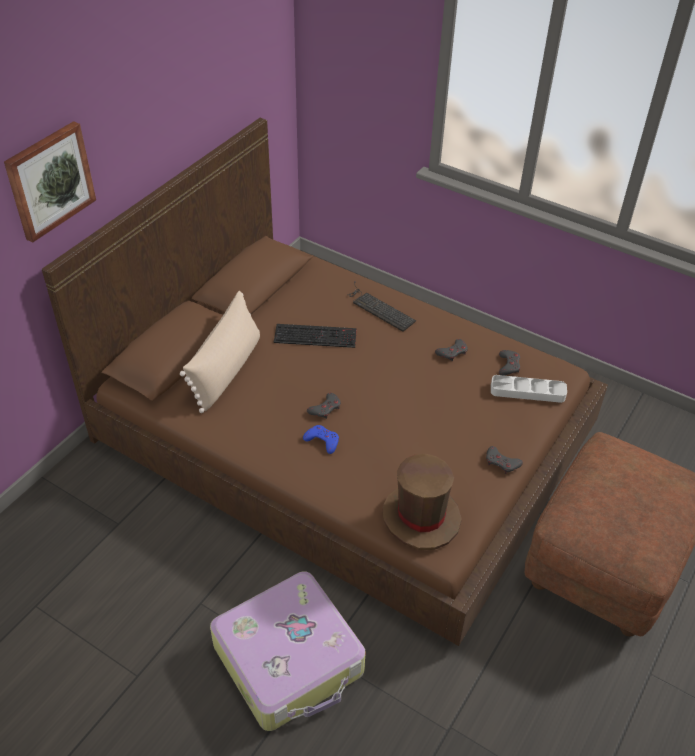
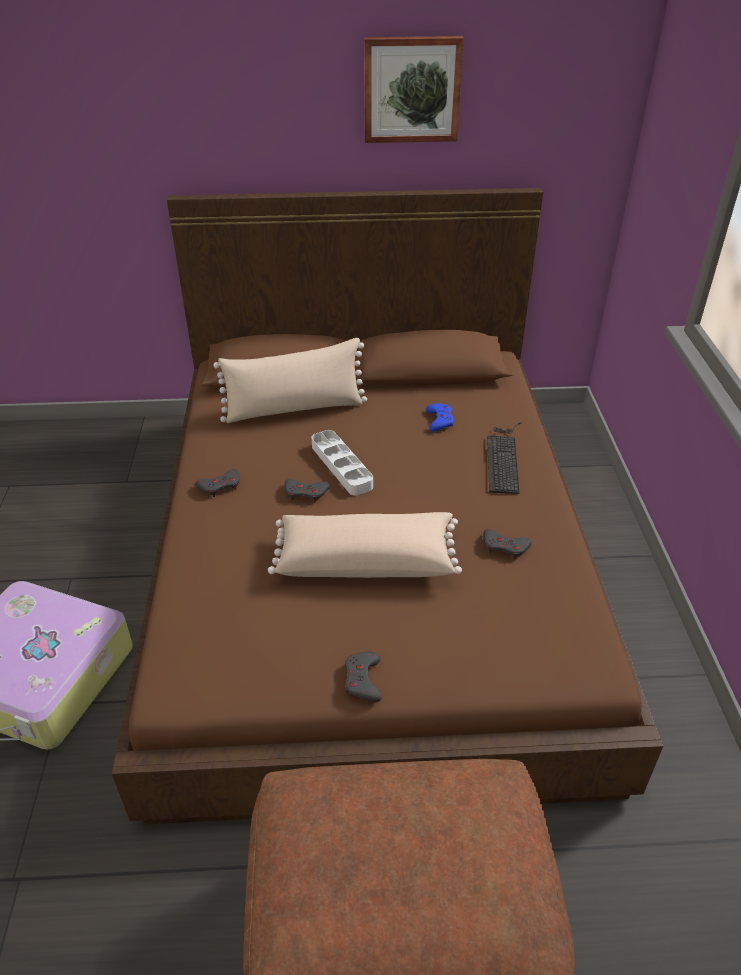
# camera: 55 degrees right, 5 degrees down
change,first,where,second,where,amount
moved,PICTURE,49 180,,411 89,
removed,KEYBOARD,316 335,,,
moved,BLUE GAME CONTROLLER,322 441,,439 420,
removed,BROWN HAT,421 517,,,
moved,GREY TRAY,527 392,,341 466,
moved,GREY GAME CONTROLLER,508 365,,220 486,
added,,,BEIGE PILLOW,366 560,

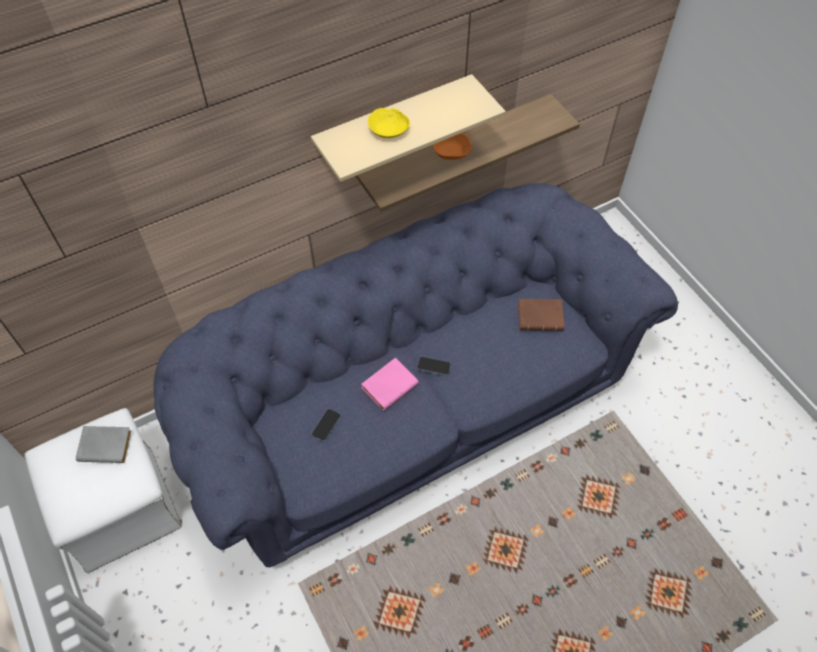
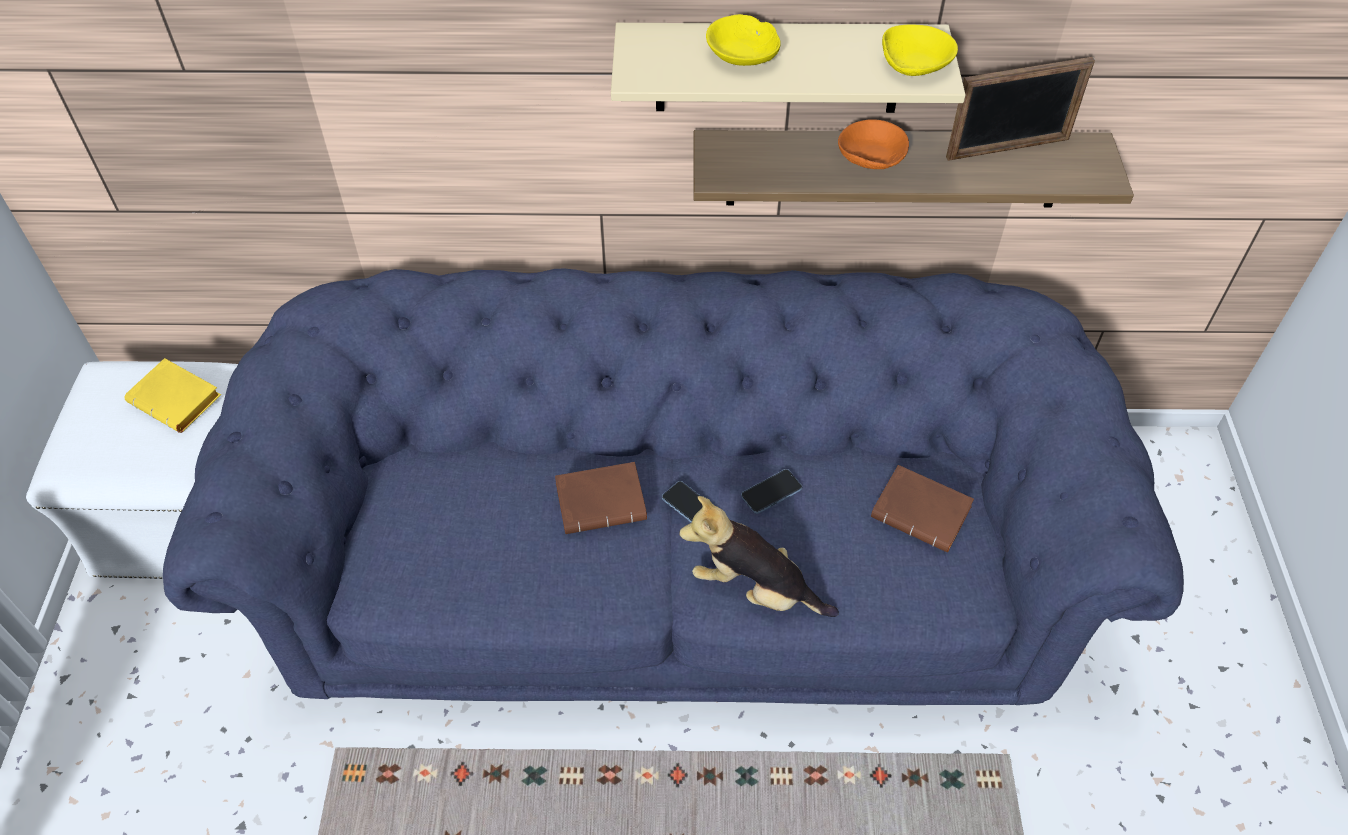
# camera: 30 degrees right, 5 degrees down
change,first,where,second,where,amount
recoloured,GREY BOOK,107 445,YELLOW BOOK,179 400,
moved,PHONE,326 425,,771 492,
recoloured,PINK BOOK,389 384,BROWN BOOK,603 501,
added,,,PLUSH TOY,754 589,
added,,,YELLOW BOWL,914 64,
added,,,PICTURE FRAME,1008 149,

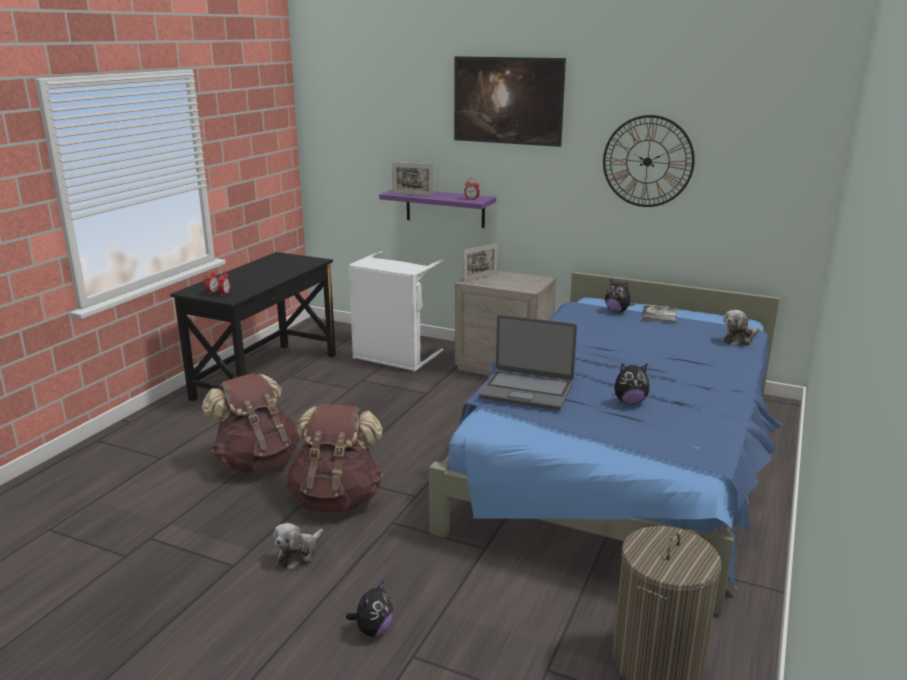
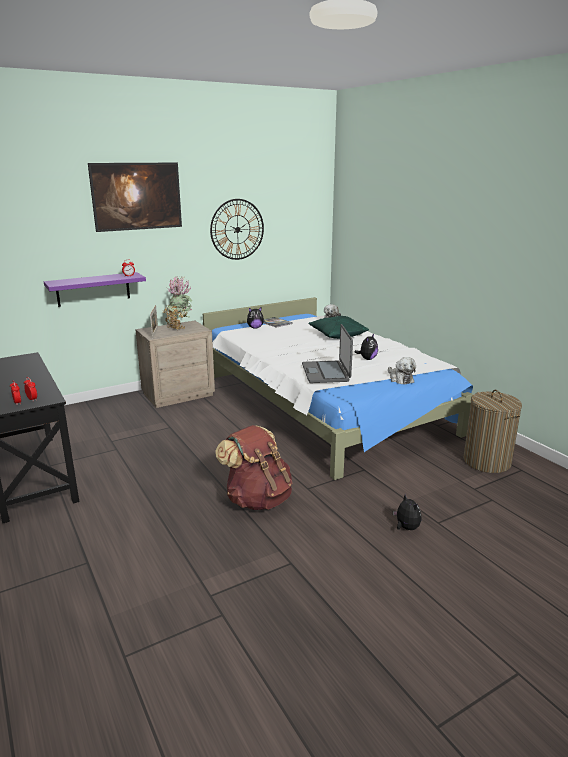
# camera: 55 degrees left, 0 degrees up
change,first,where,second,where,amount
removed,BROWN BACKPACK,257 462,,,
moved,PLUSH TOY,299 554,,400 379,
removed,WHITE LAUNDRY BASKET,393 358,,,
removed,PICTURE FRAME,413 194,,,
recoloured,BLUE BED,622 456,WHITE BED,323 404,
turned,LAPTOP,526 391,,326 373,120 degrees clockwise
added,,,POTTED PLANT,178 327,
added,,,GREEN PILLOW,337 335,

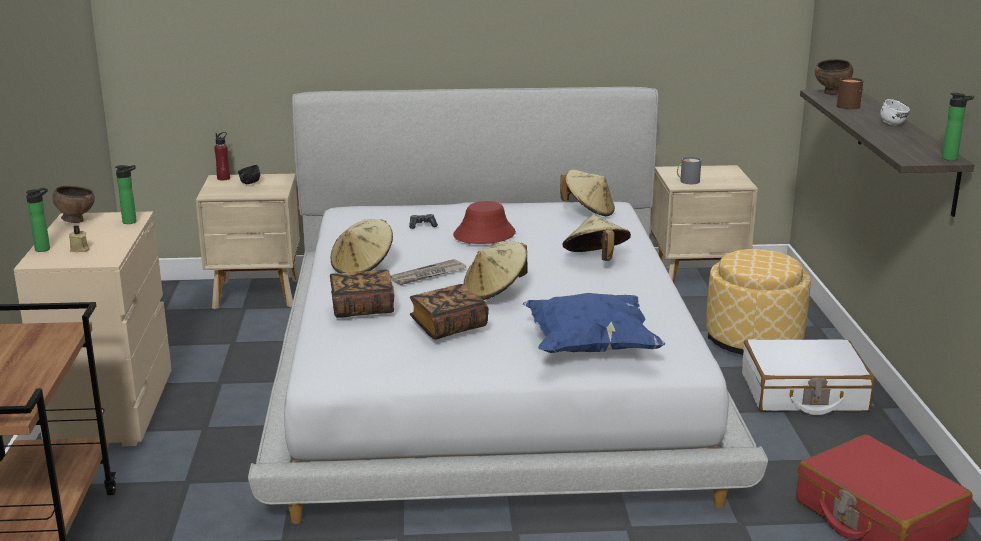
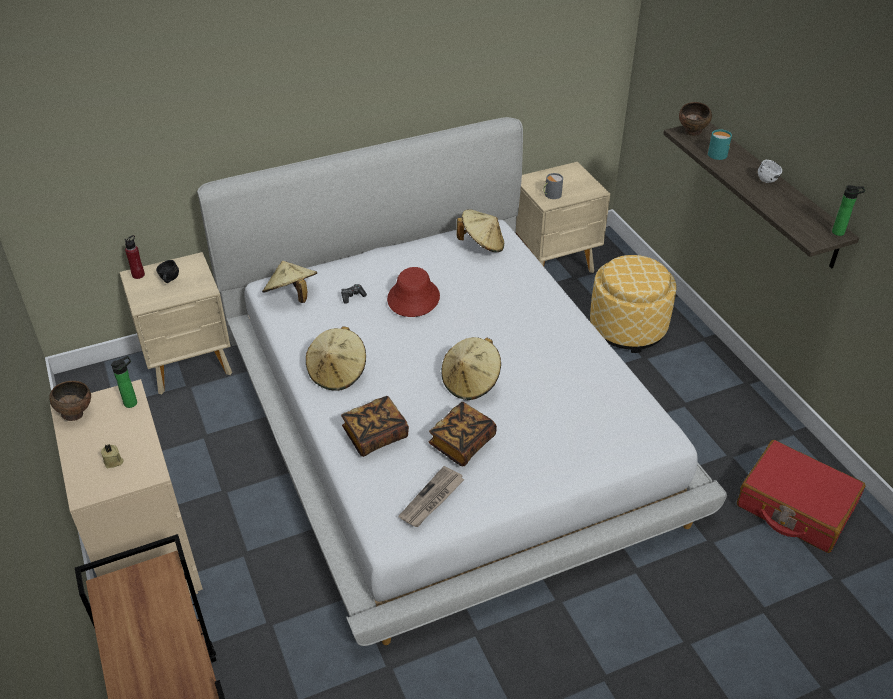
# camera: 20 degrees left, 20 degrees up
change,first,where,second,where,amount
removed,BOTTLE,44 248,,,
moved,NEWSPAPER,428 275,,432 499,
removed,BLUE PILLOW,590 348,,,
moved,BEIGE HAT,595 260,,292 296,
removed,WHITE SUITCASE,803 393,,,
recoloured,BROWN MUG,849 106,TURQUOISE MUG,718 153,

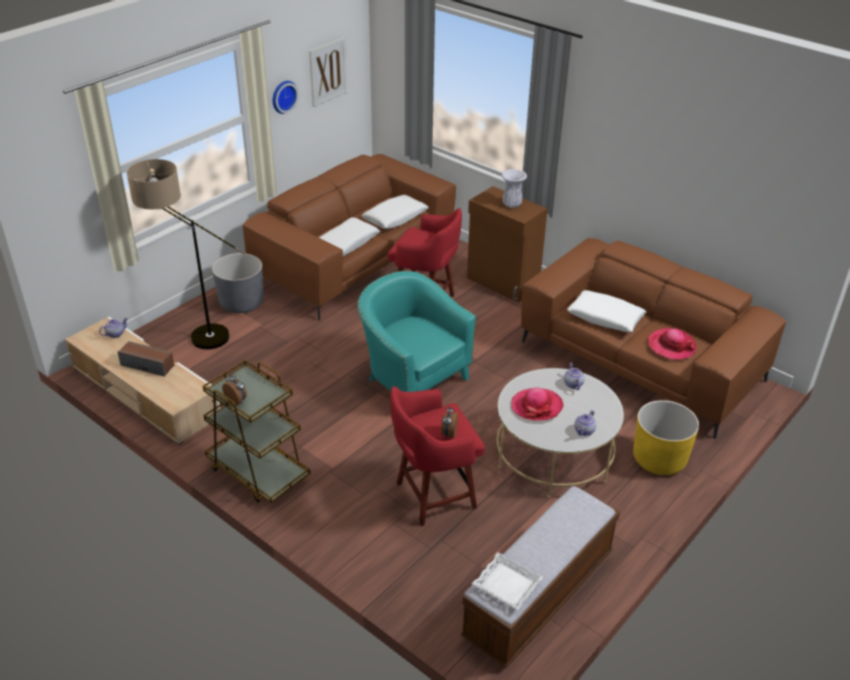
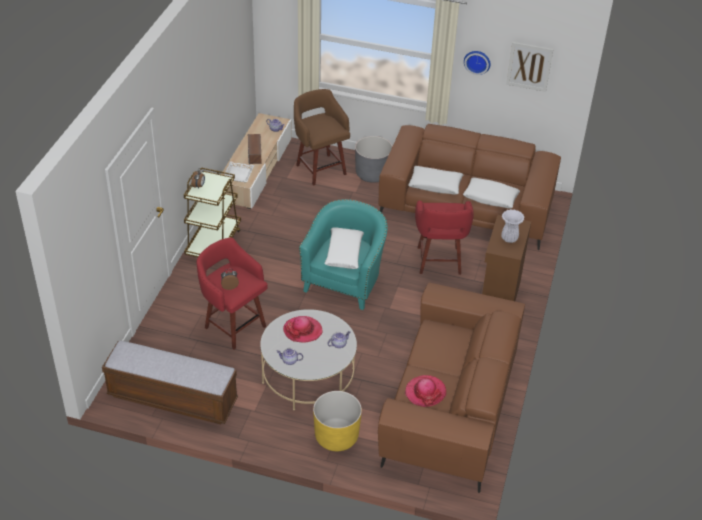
# camera: 65 degrees right, 5 degrees up
change,first,where,second,where,amount
replaced,FLOOR LAMP,194 338,BROWN STOOL,320 168,
moved,WHITE TRAY,507 584,,238 174,
moved,WHITE PILLOW,605 318,,344 253,

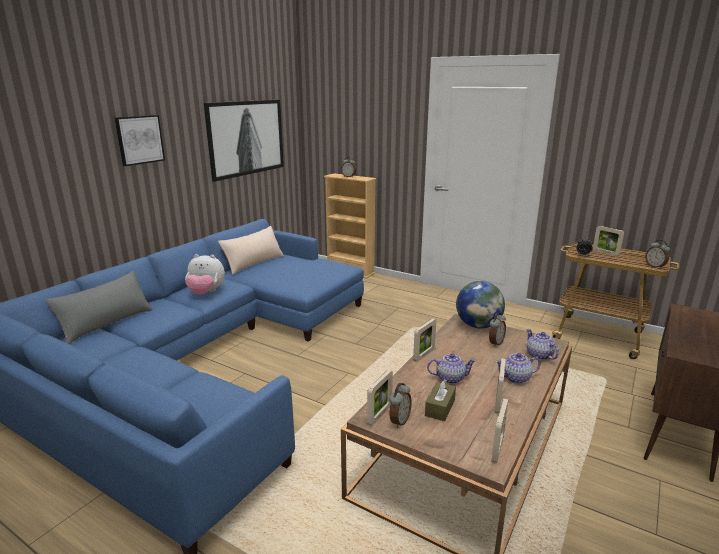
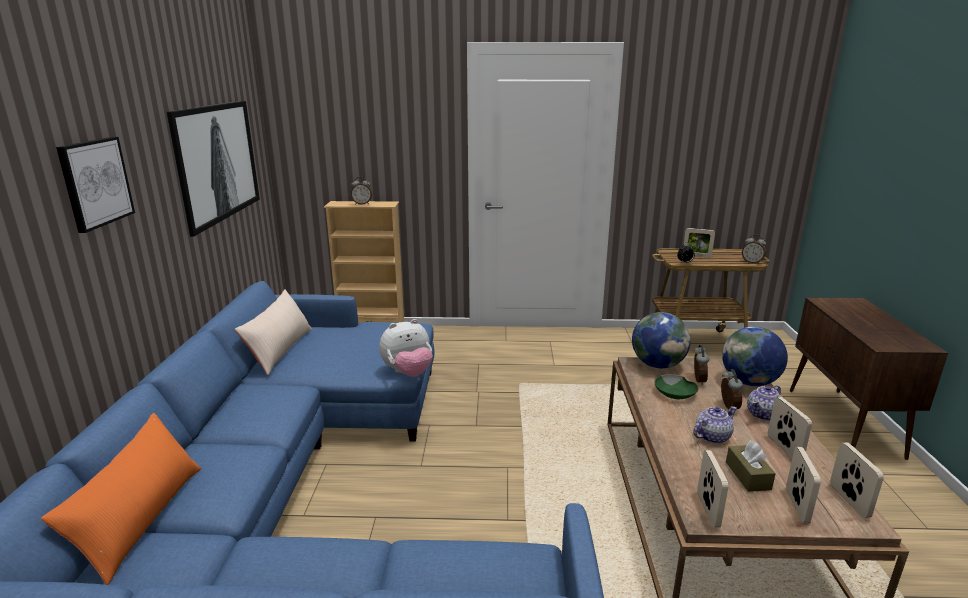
# camera: 30 degrees left, 0 degrees up
change,first,where,second,where,amount
recoloured,GREY PILLOW,106 323,ORANGE PILLOW,141 519,
moved,PLUSH TOY,206 293,,408 373,
moved,ALARM CLOCK,399 421,,727 407,
moved,PICTURE FRAME,424 355,,797 505,
replaced,TEAPOT,539 355,GLOBE,749 382,
added,,,GREEN BOWL,675 393,

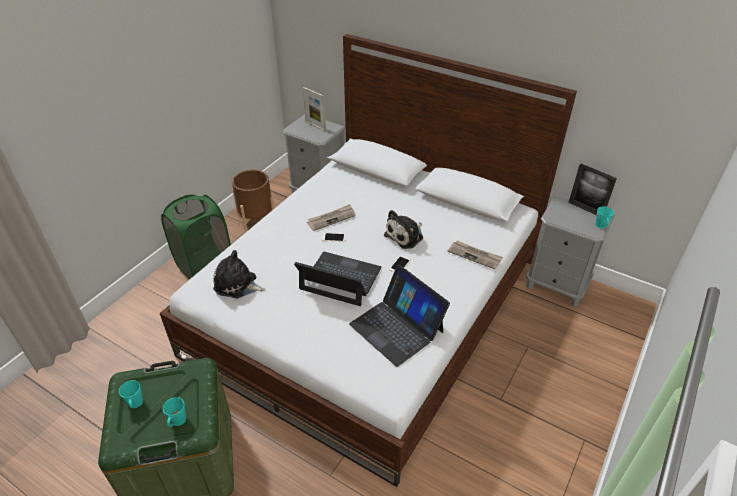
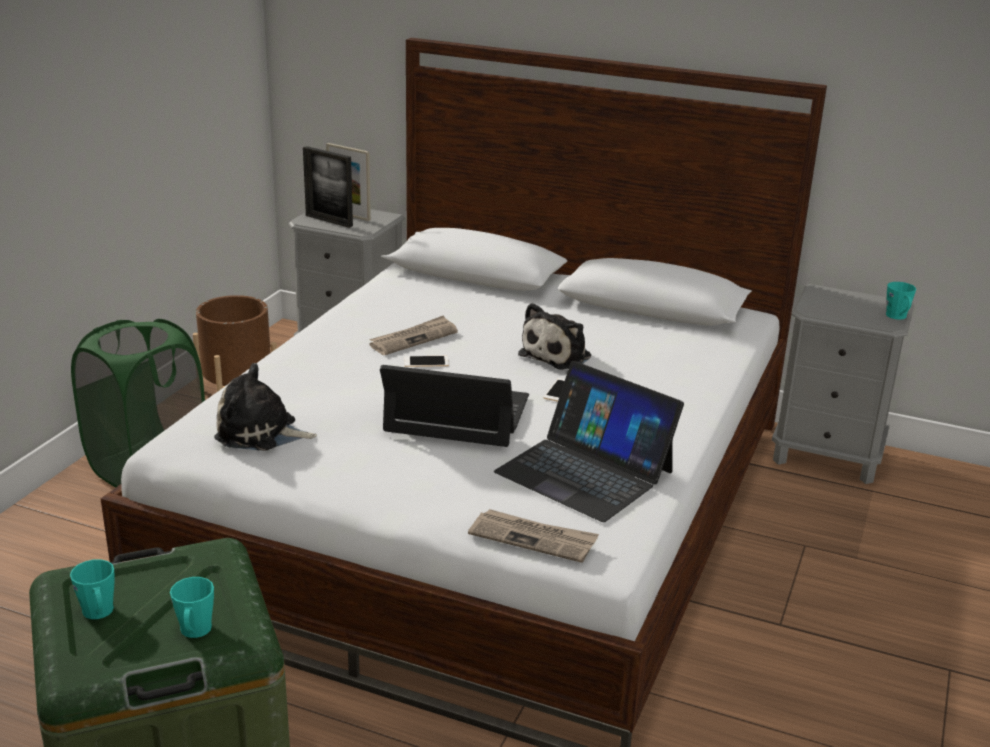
# camera: 10 degrees left, 15 degrees down
change,first,where,second,where,amount
moved,NEWSPAPER,475 255,,533 538,
moved,PICTURE FRAME,585 209,,329 221,

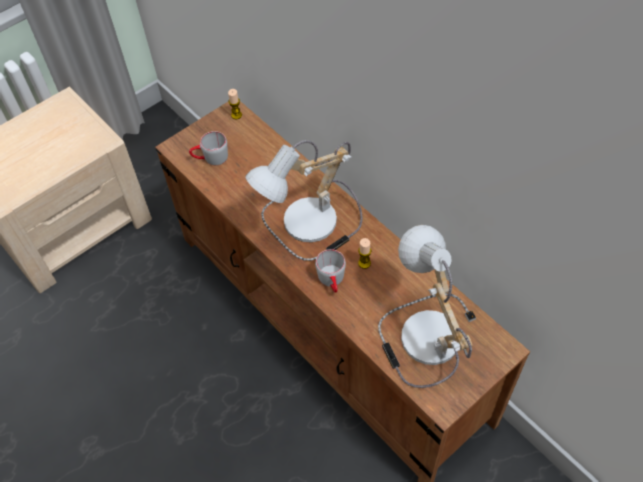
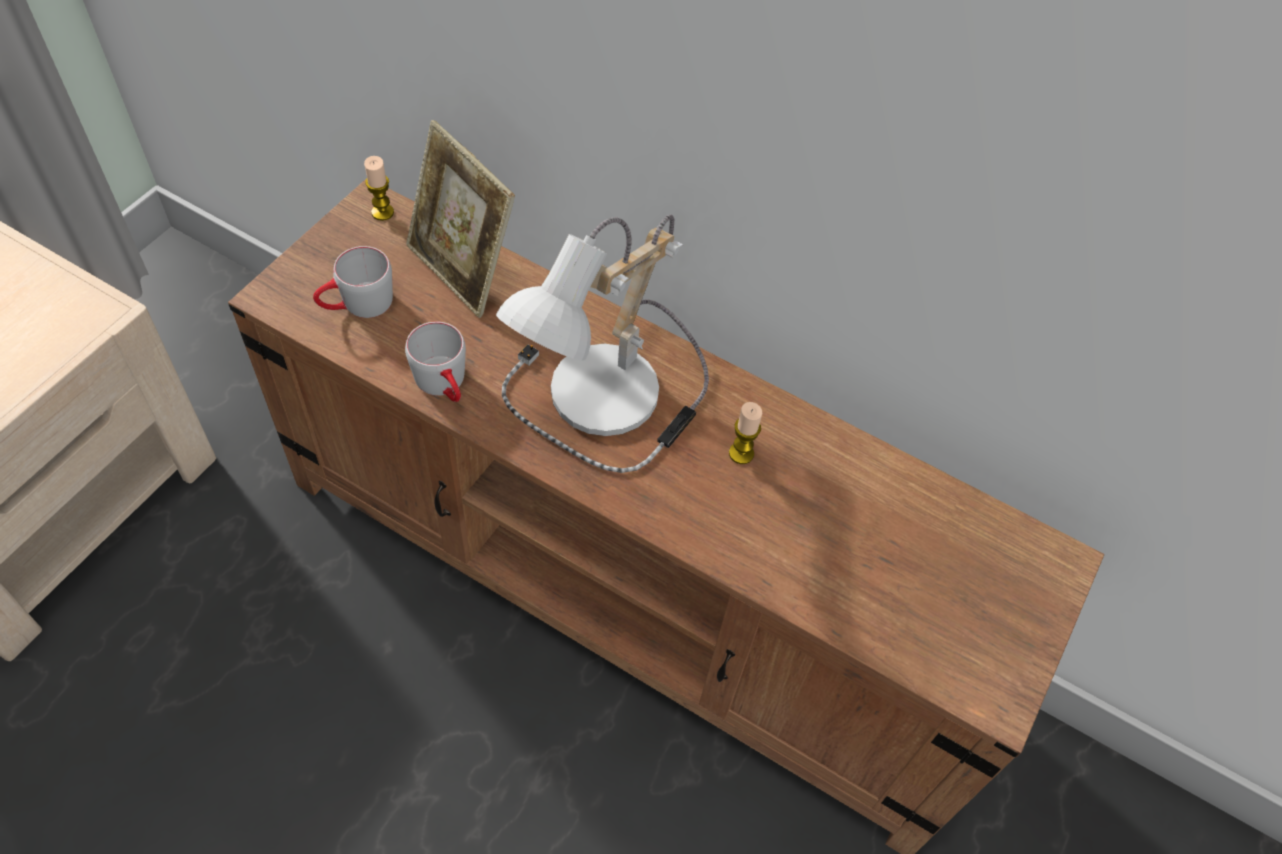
# camera: 25 degrees left, 0 degrees up
change,first,where,second,where,amount
moved,GREY MUG,332 281,,445 385,
removed,TABLE LAMP,423 336,,,
added,,,PICTURE FRAME,462 270,

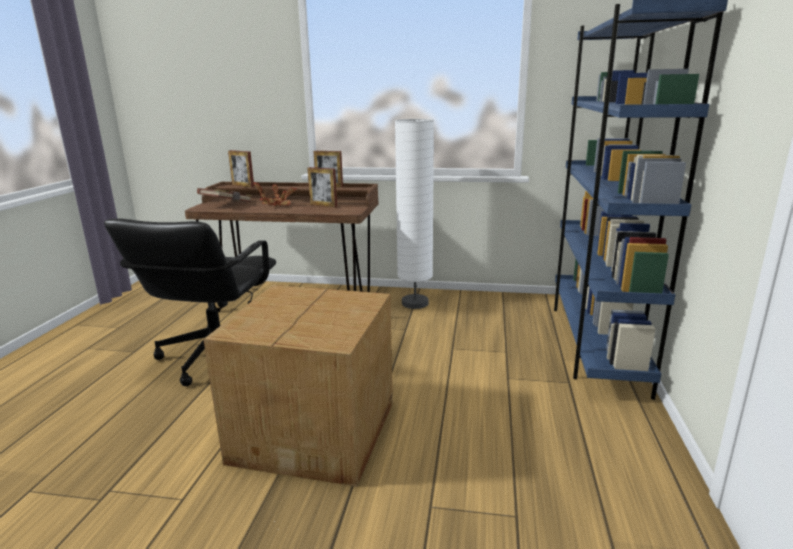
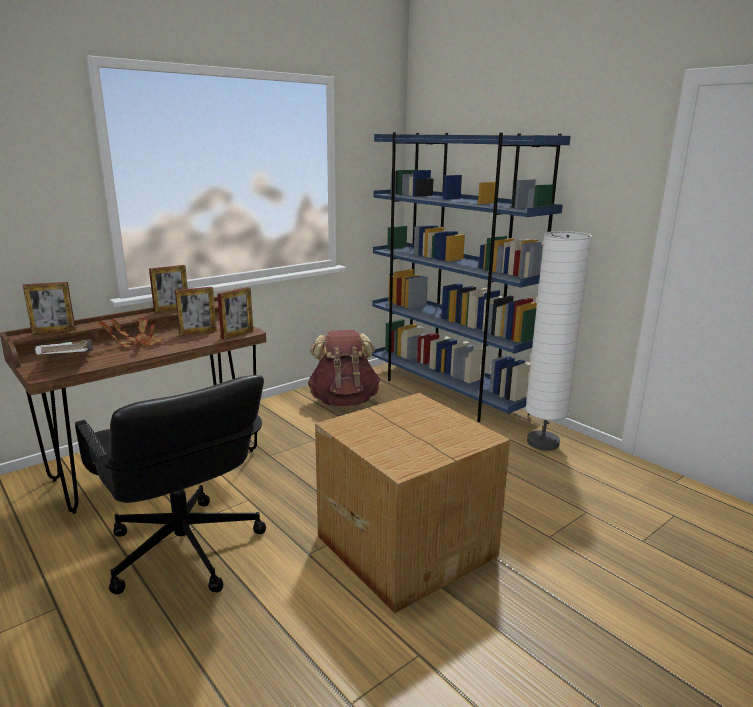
# camera: 50 degrees left, 0 degrees up
change,first,where,second,where,amount
recoloured,BROWN BOOK,227 205,WHITE BOOK,69 361,
moved,WHITE FLOOR LAMP,415 303,,543 442,
added,,,PICTURE FRAME,237 334,
added,,,BROWN BACKPACK,344 401,

